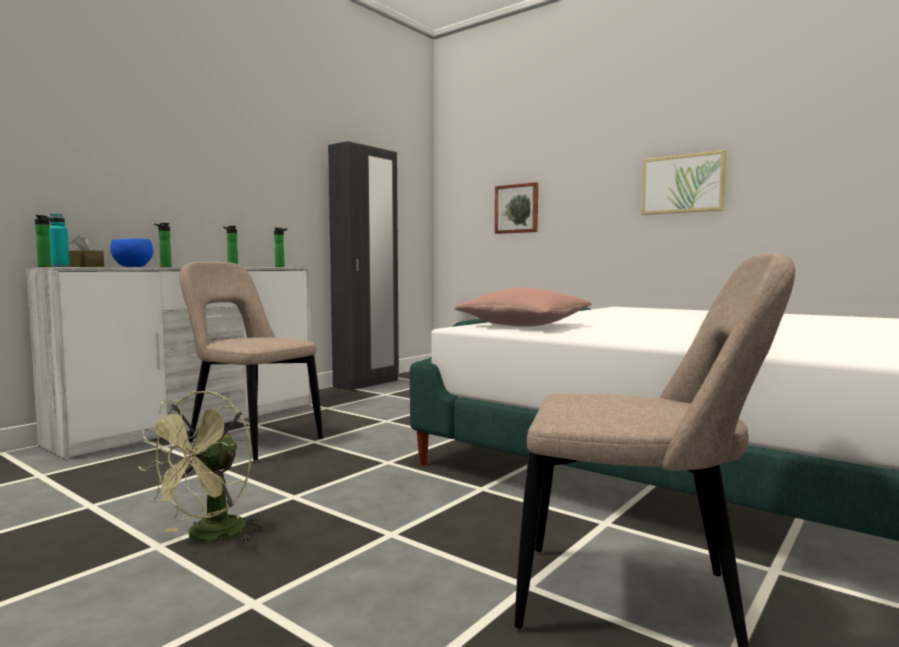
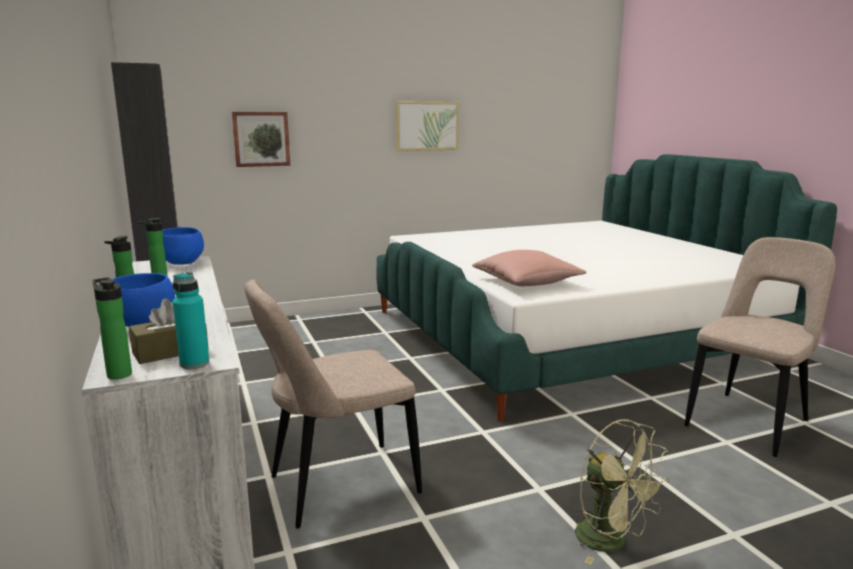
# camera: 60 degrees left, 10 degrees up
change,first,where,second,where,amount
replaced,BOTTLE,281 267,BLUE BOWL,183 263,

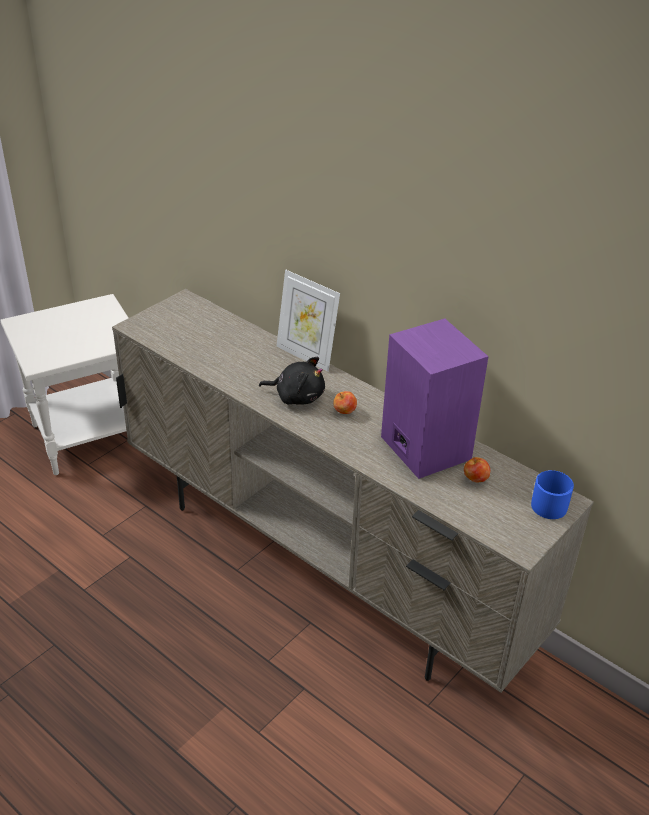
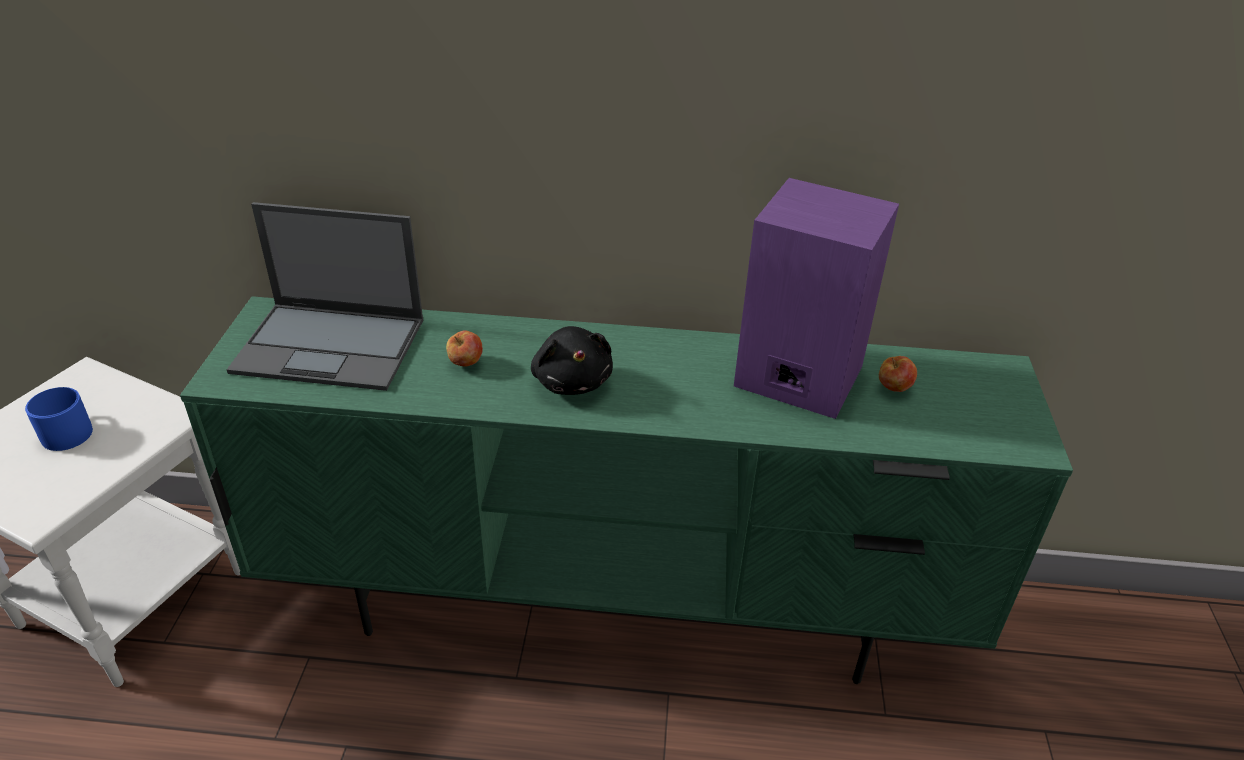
# camera: 35 degrees left, 0 degrees up
change,first,where,second,where,amount
recoloured,BEIGE TV STAND,324 564,GREEN TV STAND,619 607,
turned,BLACK PLUSH TOY,297 396,,572 380,90 degrees clockwise
removed,PICTURE FRAME,306 355,,,
moved,APPLE,344 412,,466 364,
moved,BLUE MUG,550 503,,69 430,
added,,,LAPTOP,332 346,

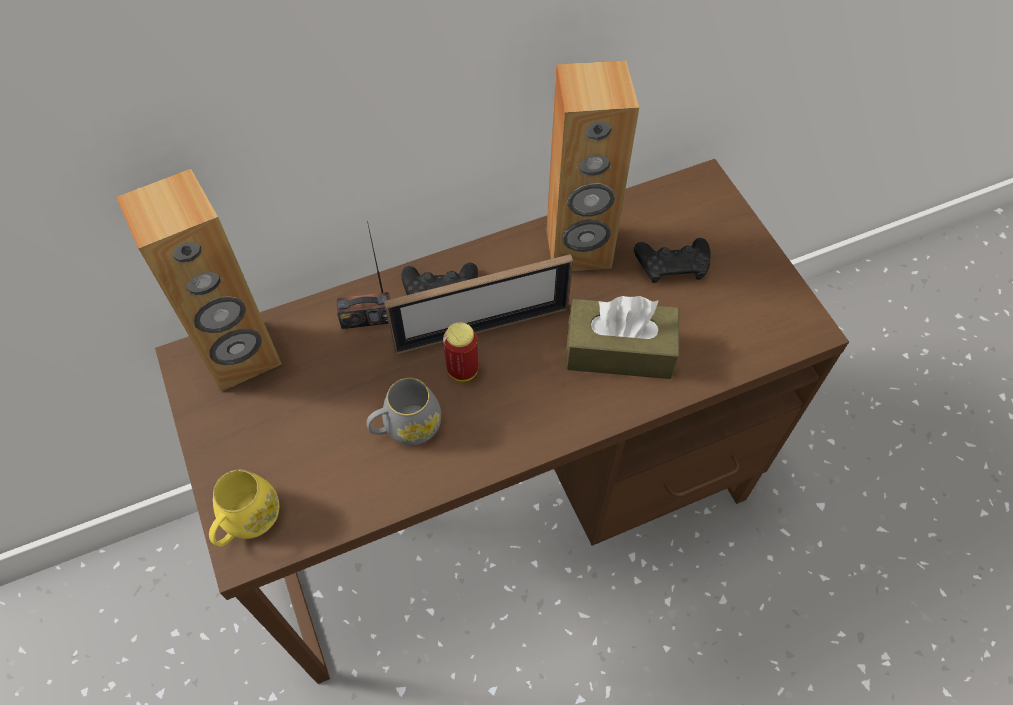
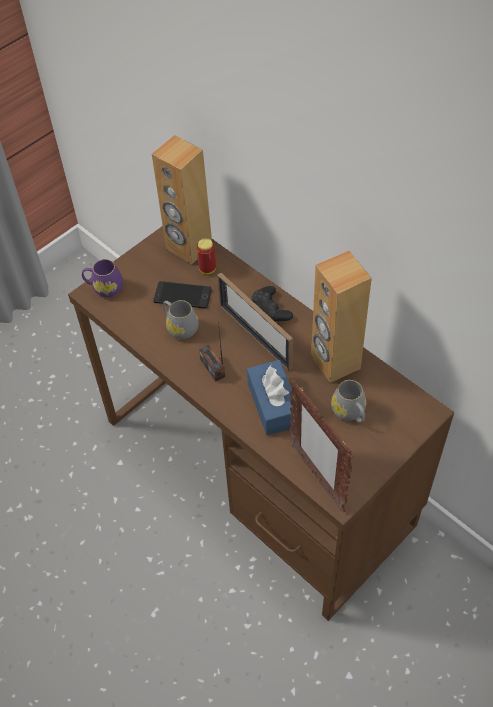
# camera: 70 degrees right, 5 degrees down
change,first,where,second,where,amount
recoloured,YELLOW MUG,247 521,PURPLE MUG,104 288,
moved,RADIO,367 318,,213 368,
moved,CAN,462 370,,207 269,
recoloured,BROWN TISSUE BOX,619 351,BLUE TISSUE BOX,273 404,
replaced,BLACK GAME CONTROLLER,672 264,GREY MUG,350 413,
added,,,PHONE,182 295,
added,,,PICTURE FRAME,317 476,

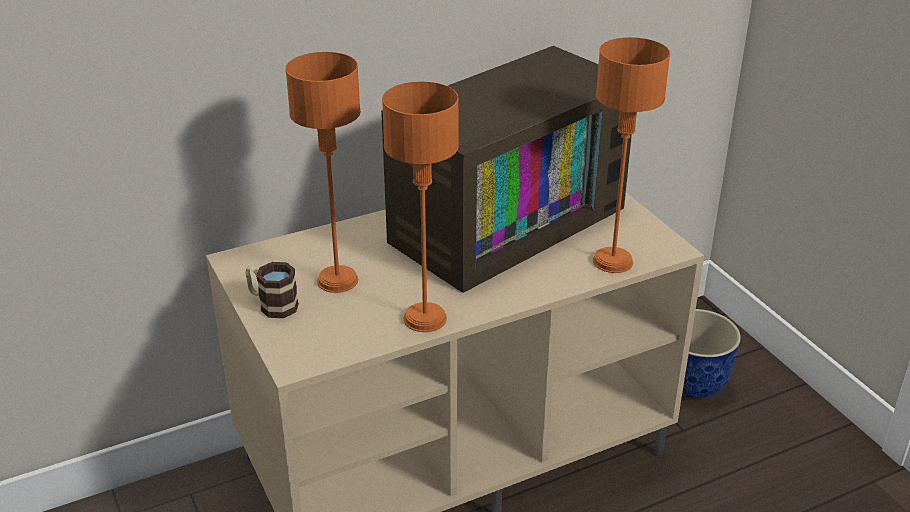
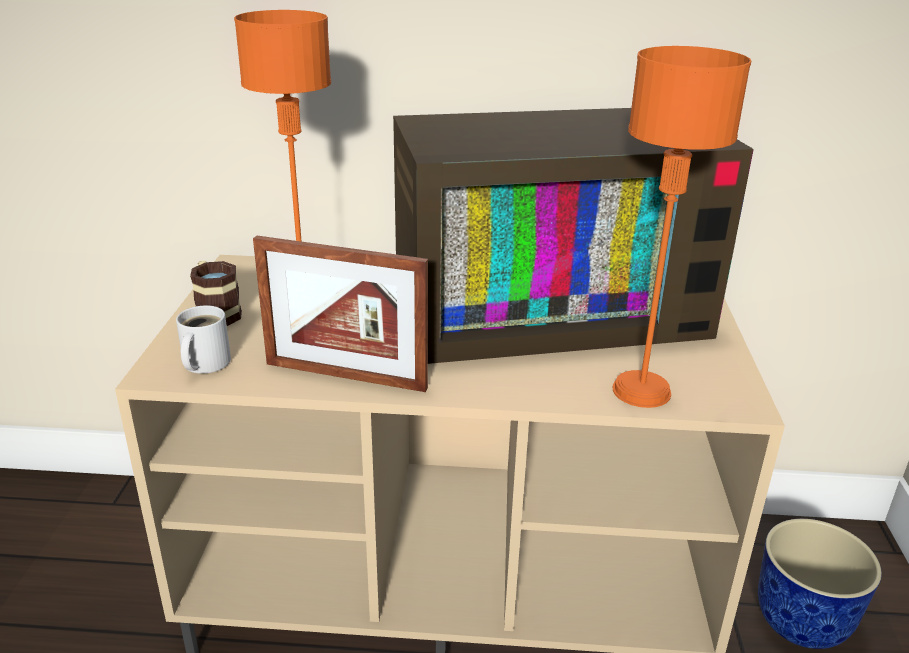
# camera: 30 degrees right, 5 degrees down
change,first,where,second,where,amount
replaced,ORANGE TABLE LAMP,425 318,PICTURE FRAME,345 376,
added,,,WHITE MUG,203 364,

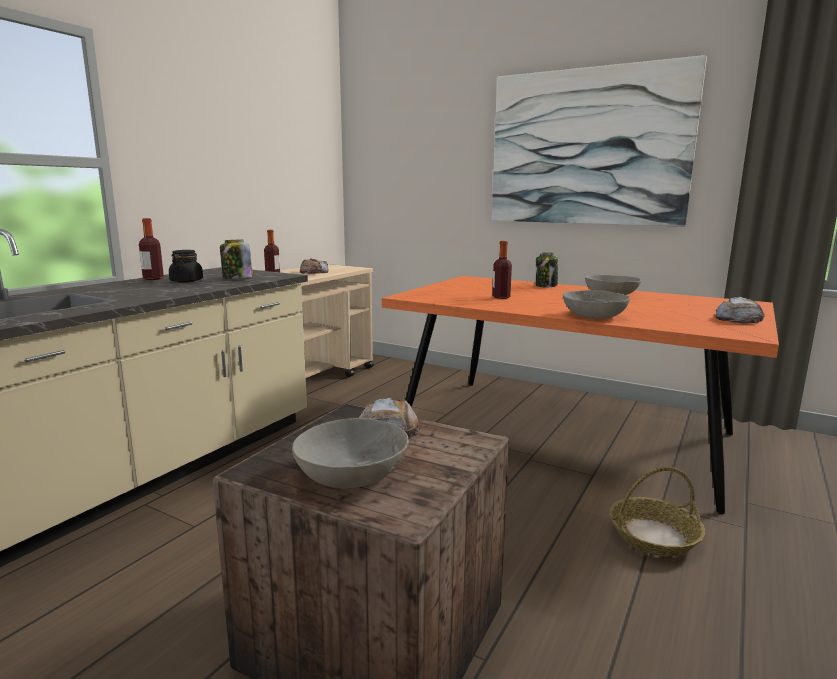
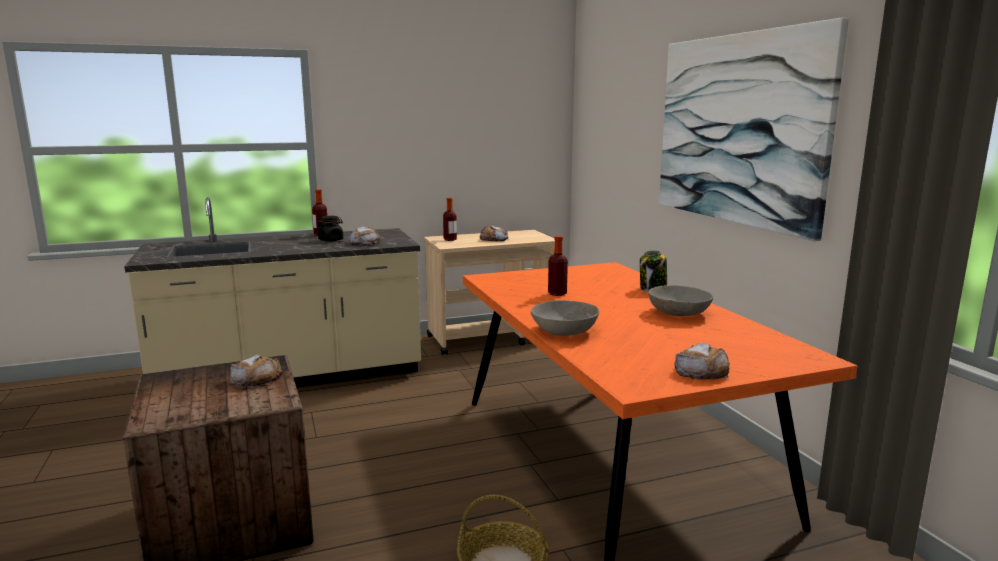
# camera: 40 degrees right, 0 degrees up
change,first,where,second,where,amount
replaced,JAR,237 278,BREAD,364 242,
removed,GREY BOWL,352 473,,,

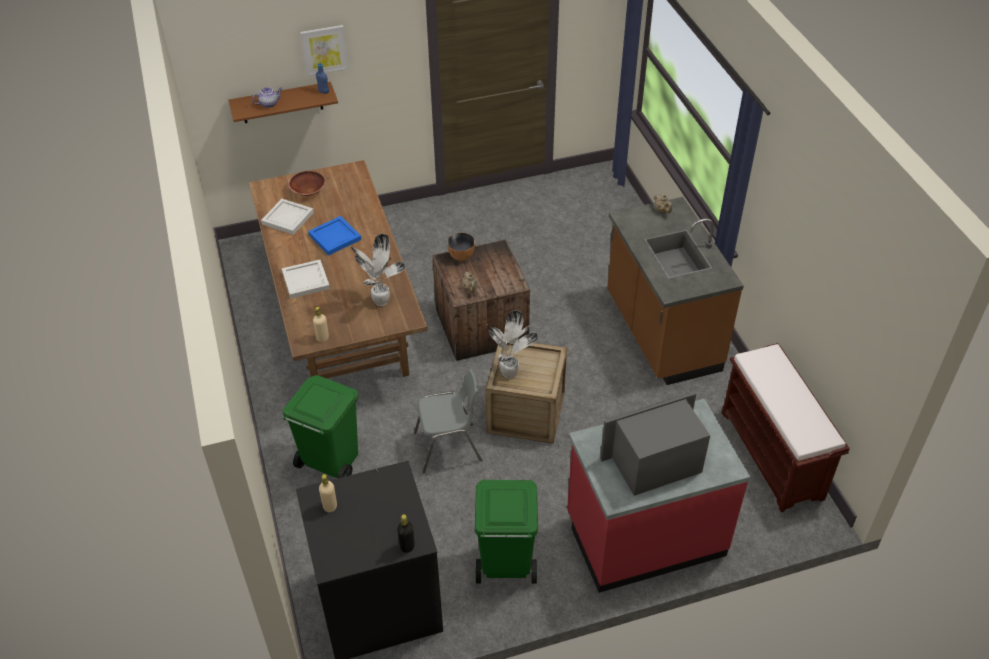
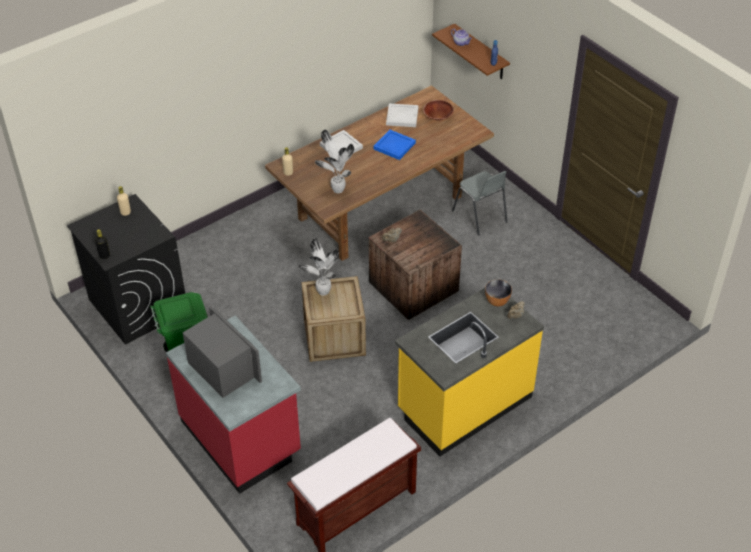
# camera: 70 degrees right, 0 degrees up
change,first,where,second,where,amount
removed,GREEN TRASH CAN,330 462,,,
removed,PICTURE,324 50,,,
moved,GREY CHAIR,449 447,,480 216,
moved,BOWL,461 256,,497 301,
recoloured,BROWN COUNTER,661 333,YELLOW COUNTER,464 404,

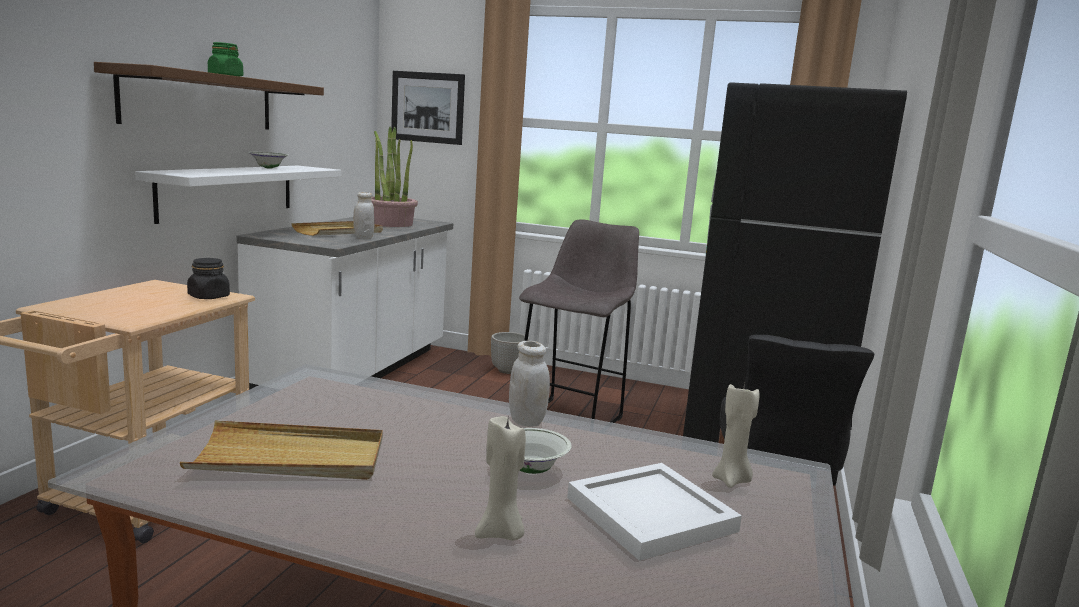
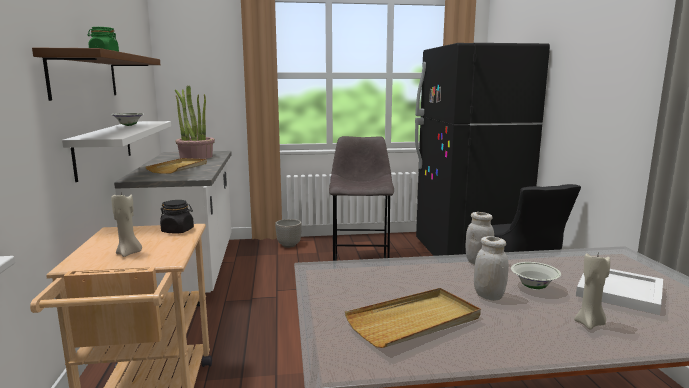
# camera: 25 degrees left, 0 degrees up
change,first,where,second,where,amount
moved,WHITE JAR,363 238,,489 296,
removed,PICTURE,427 107,,,
moved,BEIGE CANDLE,732 481,,129 253,

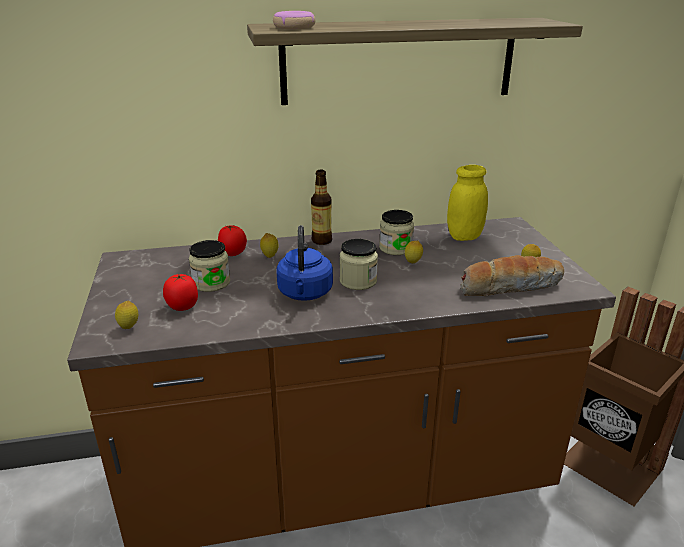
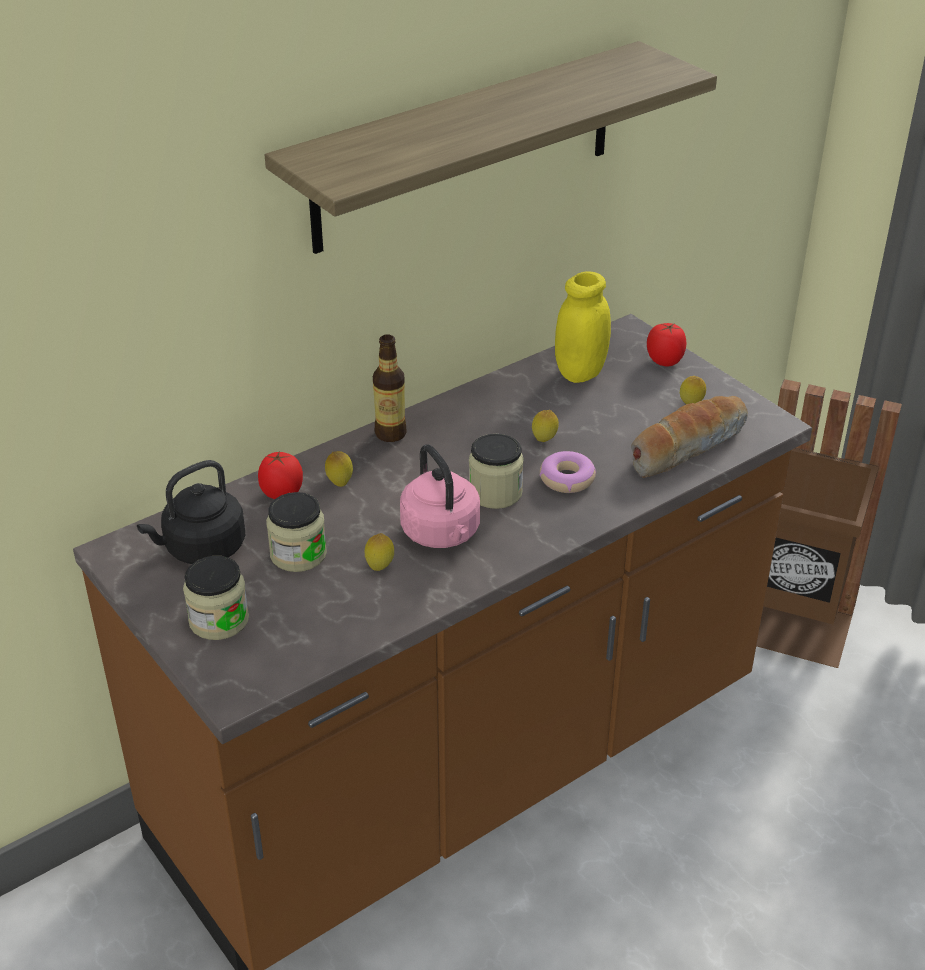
# camera: 25 degrees left, 10 degrees up
change,first,where,second,where,amount
moved,LEMON,129 328,,380 567,
moved,TOMATO,183 306,,664 361,
moved,DONUT,294 27,,567 479,
recoloured,BLUE KETTLE,305 294,PINK KETTLE,442 534,
moved,JAR,396 248,,219 620,
added,,,BLACK KETTLE,201 549,

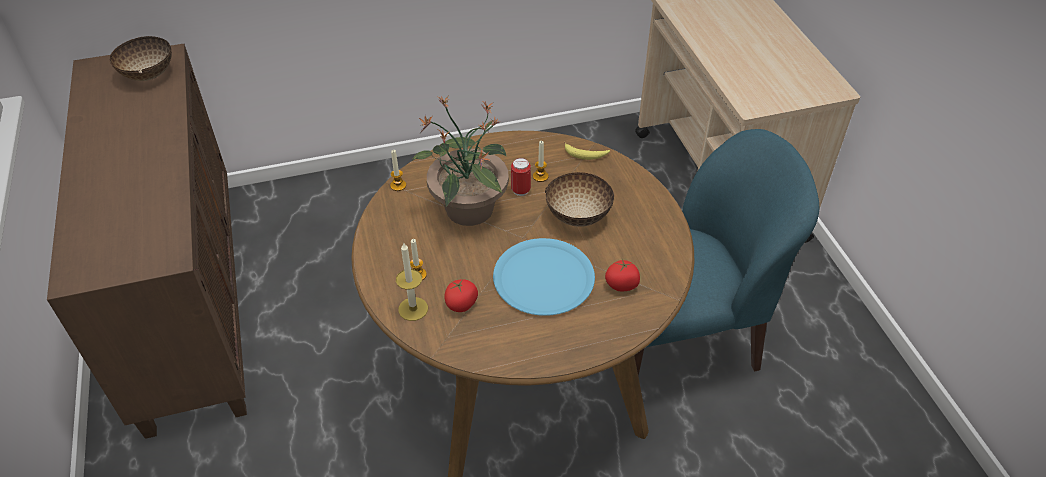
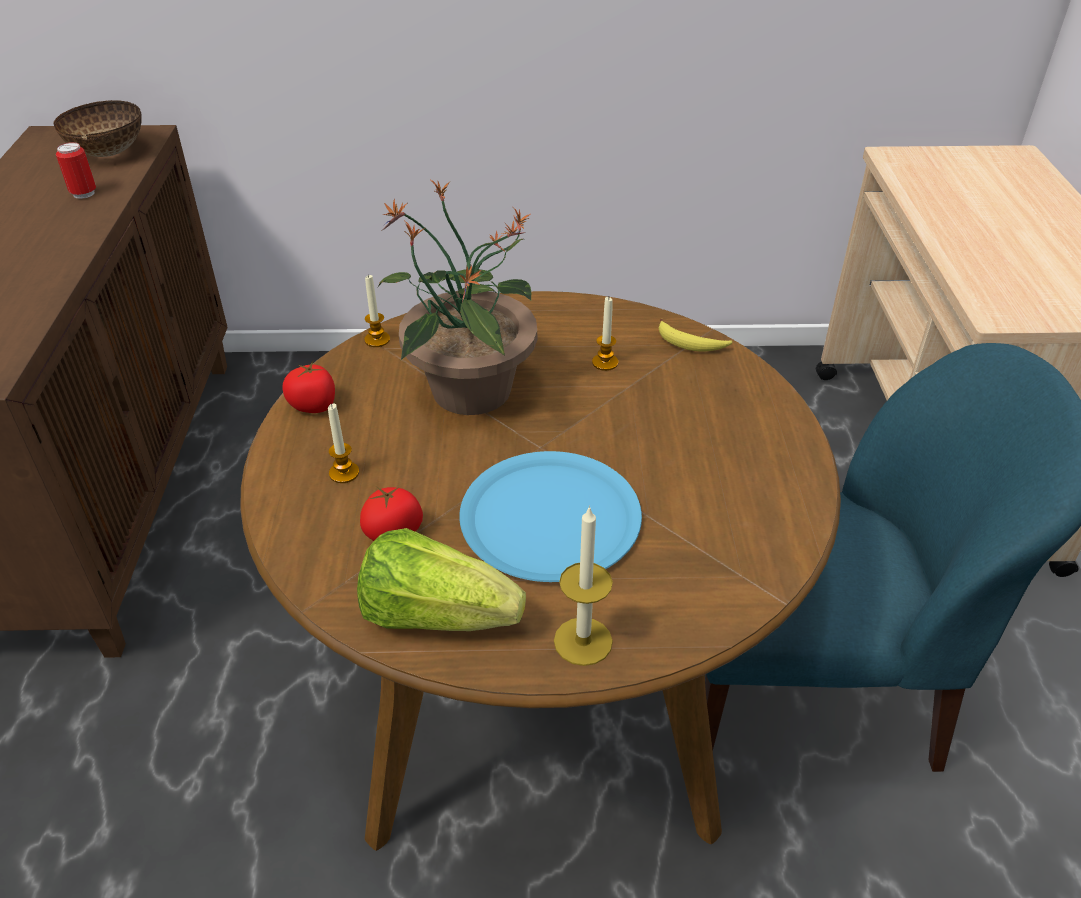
# camera: 15 degrees right, 5 degrees down
change,first,where,second,where,amount
moved,CANDLE,413 309,,583 641,
moved,CAN,520 190,,84 193,
removed,BOWL,579 216,,,
moved,TOMATO,622 285,,313 405,
added,,,LETTUCE,435 615,

